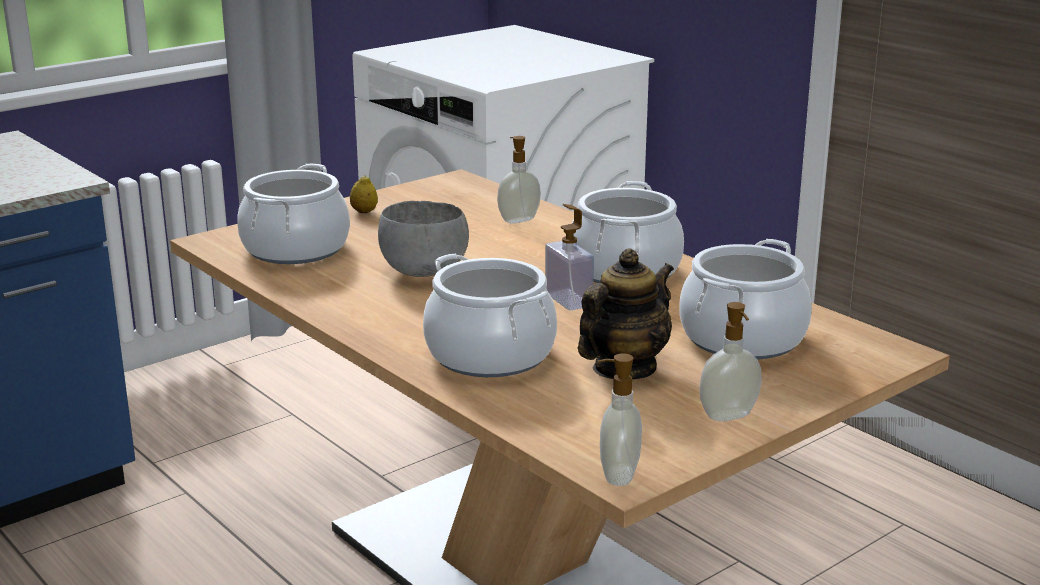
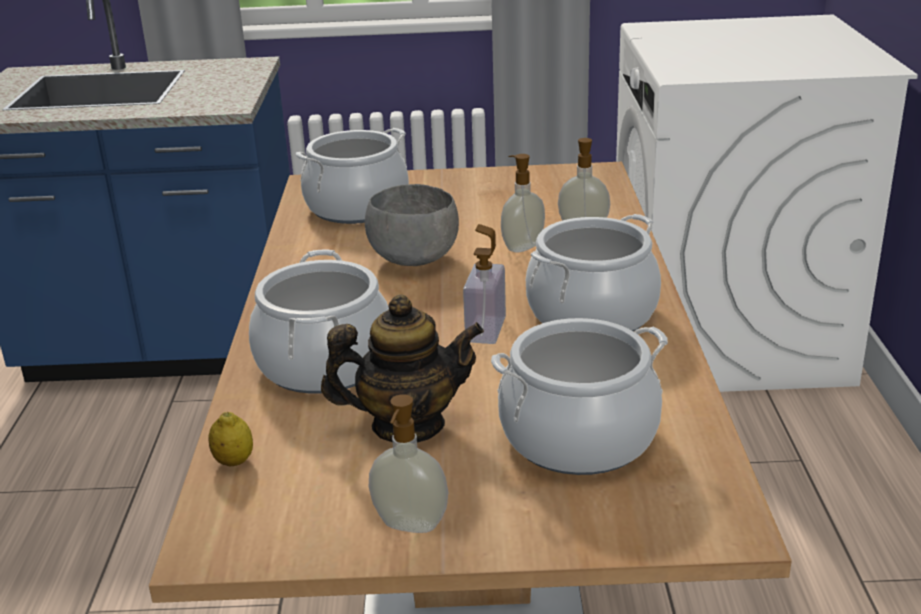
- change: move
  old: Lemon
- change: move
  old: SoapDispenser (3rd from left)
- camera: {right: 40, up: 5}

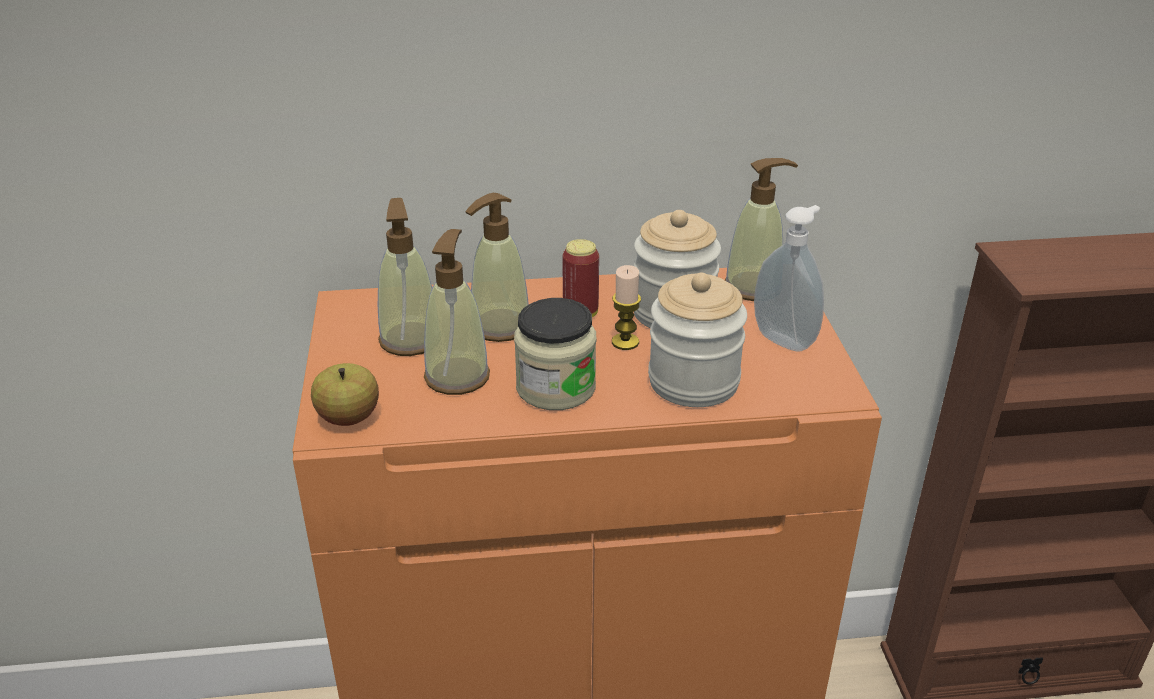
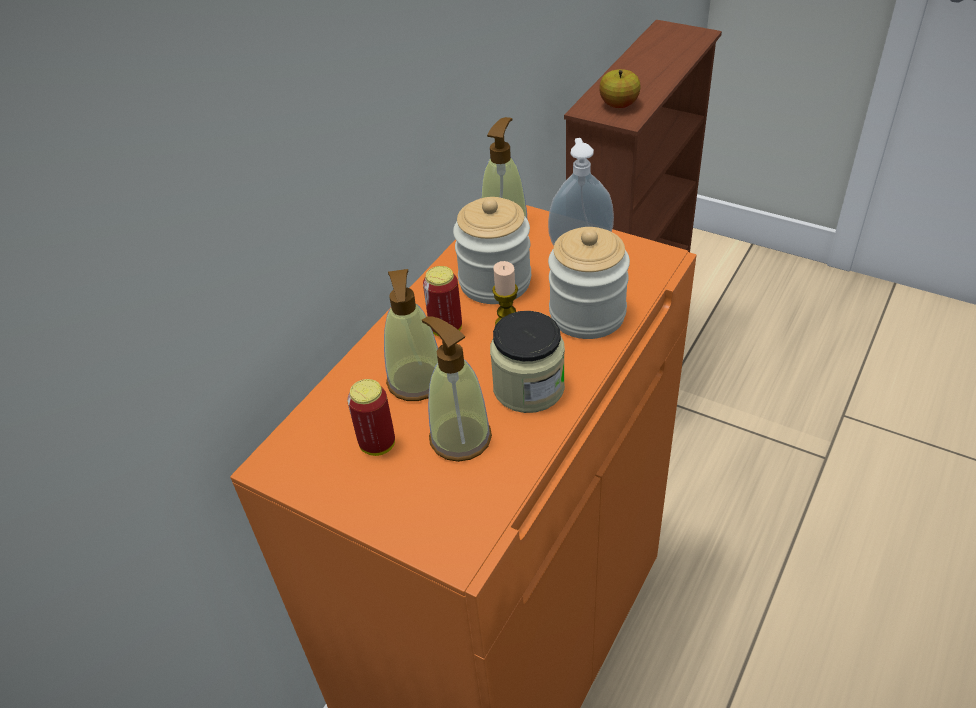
- change: replace
  old: SoapDispenser (1st from left)
  new: Can (1st from left)
- change: move
  old: Apple
- camera: {right: -50, up: 10}

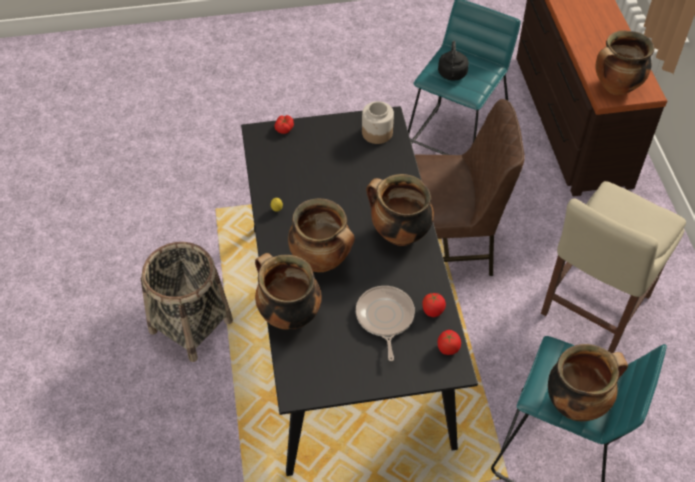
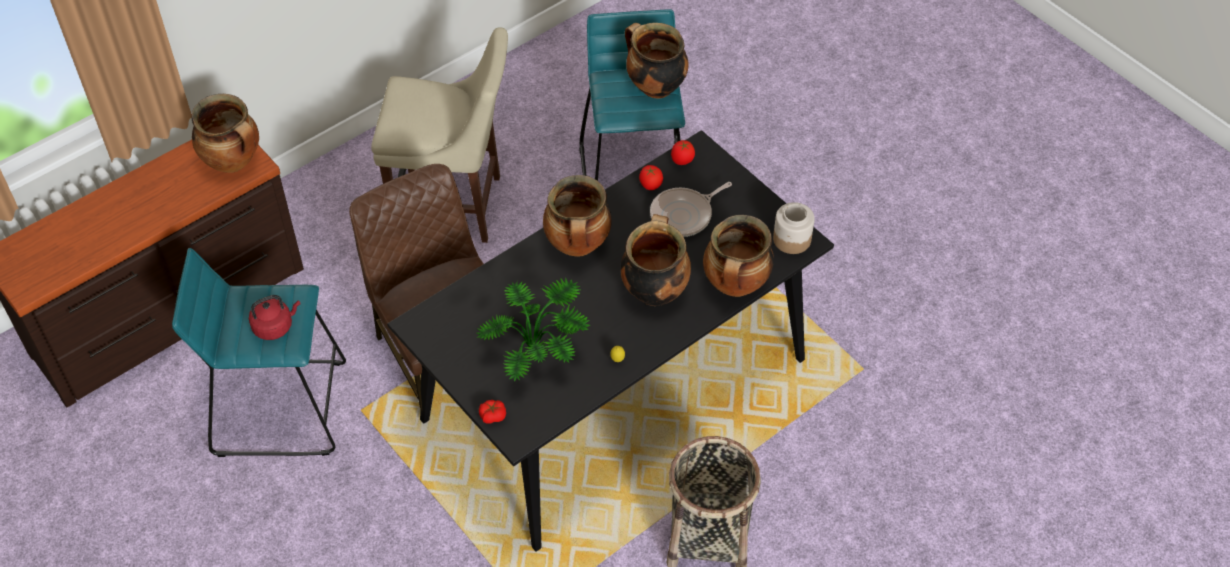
- change: recolor
  old: BlackKettle
  new: RedKettle
- change: move
  old: Jar
- change: insert
  new: PottedPlant
- camera: {right: -120, up: 0}

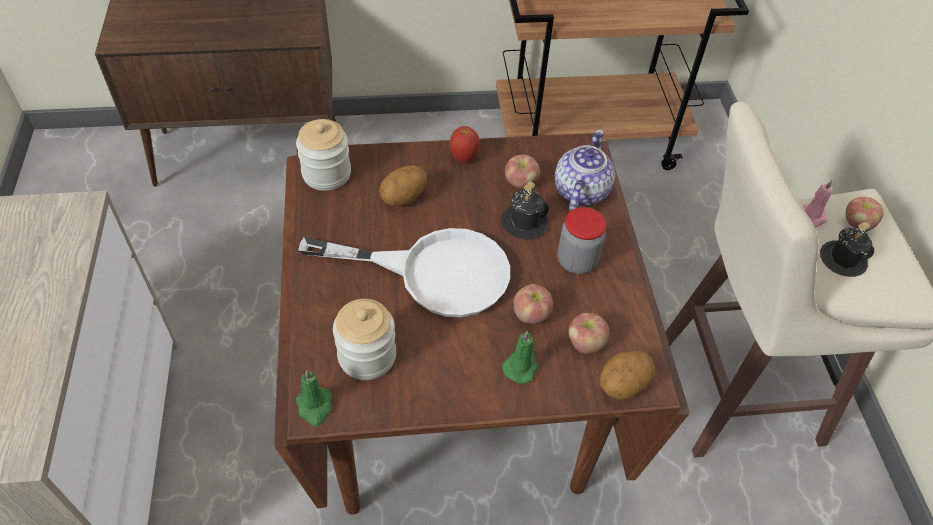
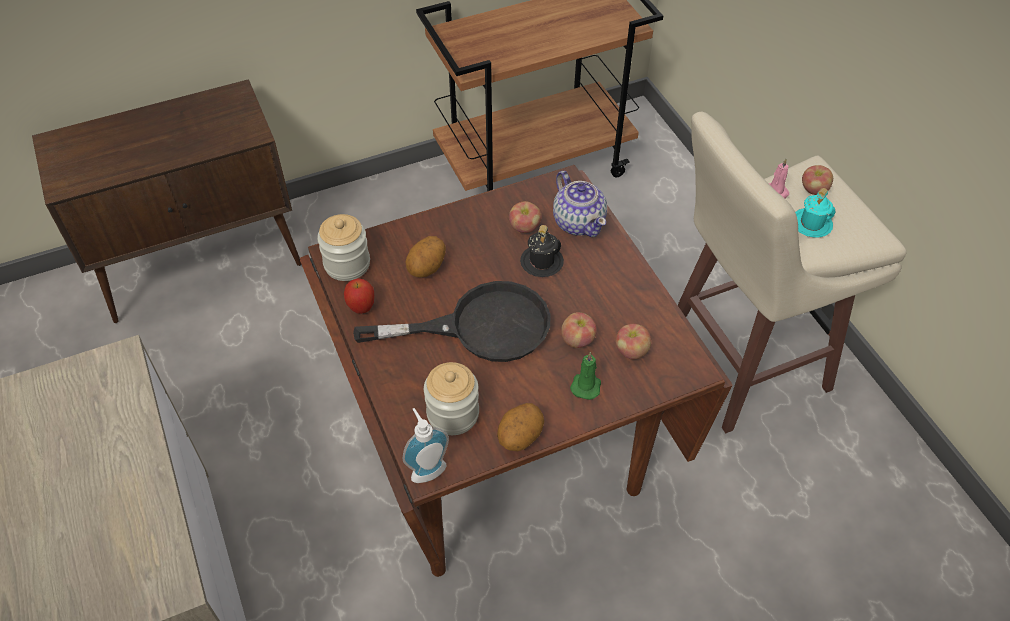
- change: move
  old: Apple (1st from left)
- change: rotate
  old: Teapot
  degrees: 150
- change: delete
  old: Jar (3rd from left)
- change: recolor
  old: BlackMug (2nd from left)
  new: TurquoiseMug
- change: recolor
  old: WhiteFryingPan
  new: BlackFryingPan
- change: move
  old: Potato (2nd from left)
- change: replace
  old: GreenCandle (1st from left)
  new: SoapDispenser
- camera: {right: -15, up: 0}

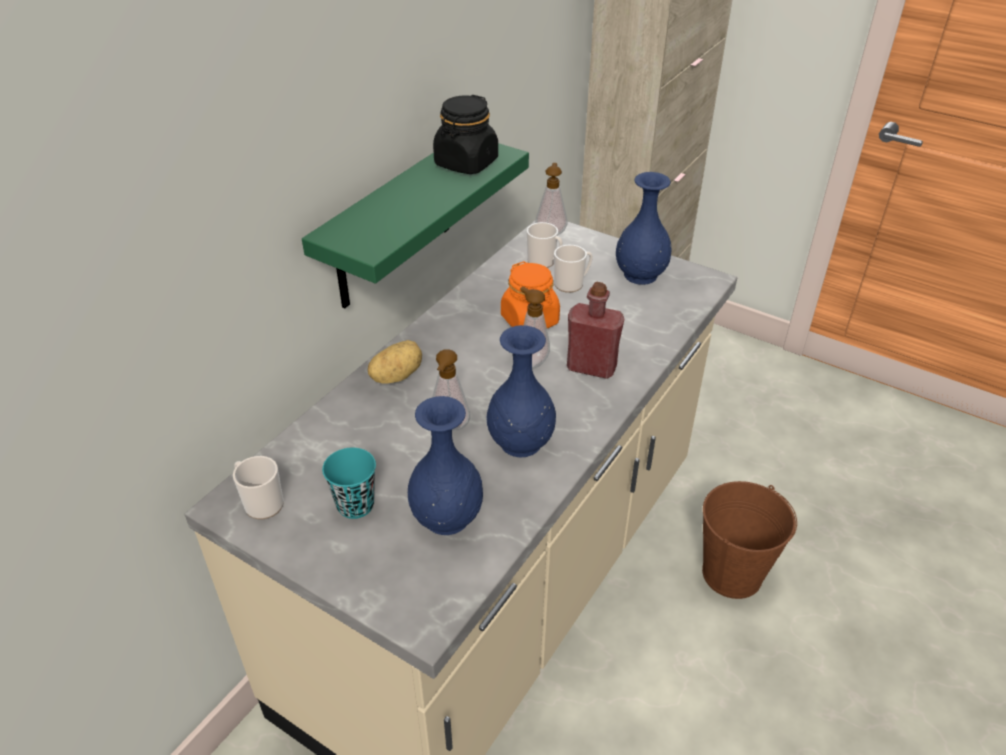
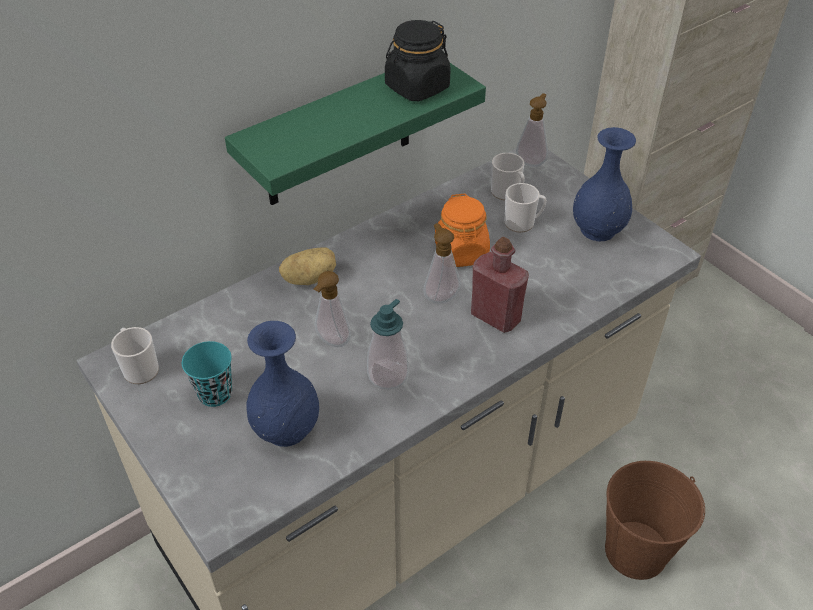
- change: replace
  old: BlueVase (2nd from left)
  new: SoapDispenser (2nd from left)
- camera: {right: 20, up: 5}

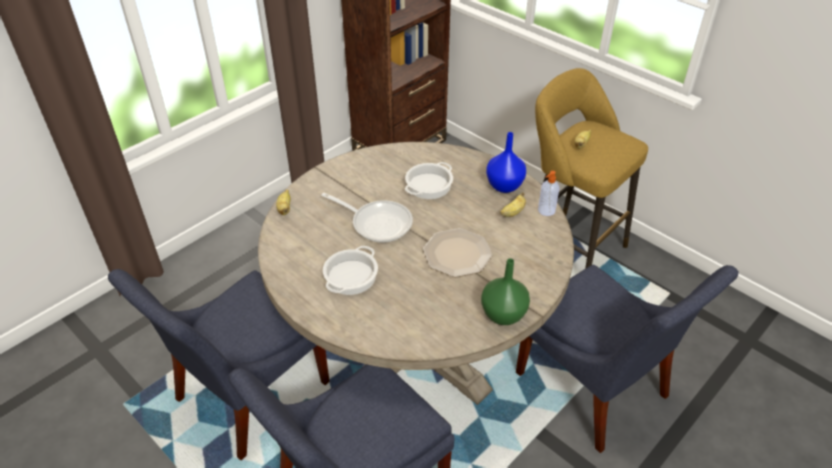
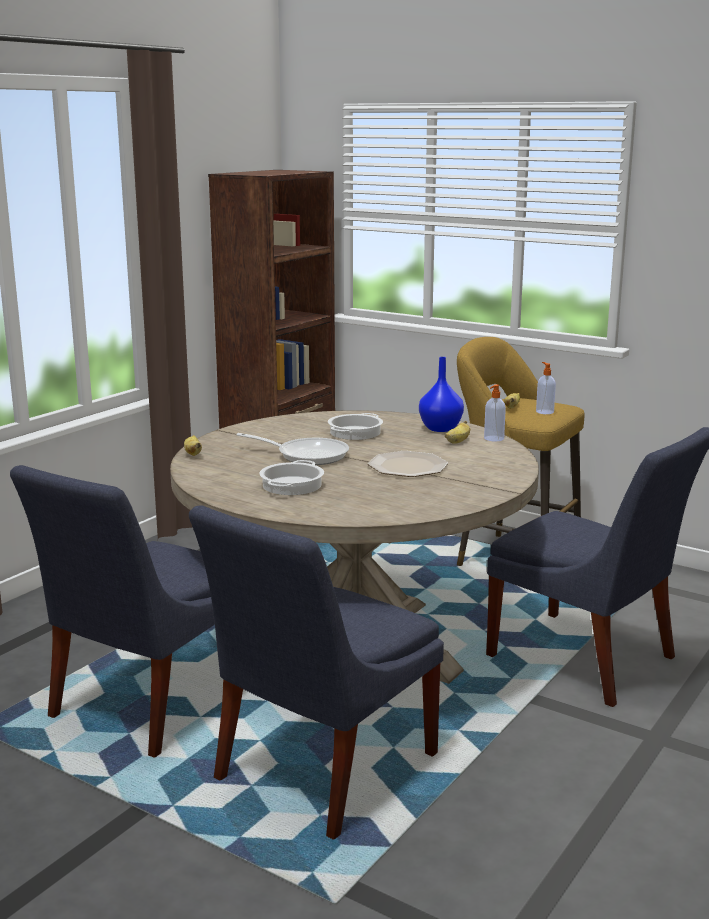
- change: delete
  old: GreenVase
- change: insert
  new: SoapDispenser (2nd from left)
- camera: {right: -10, up: -25}

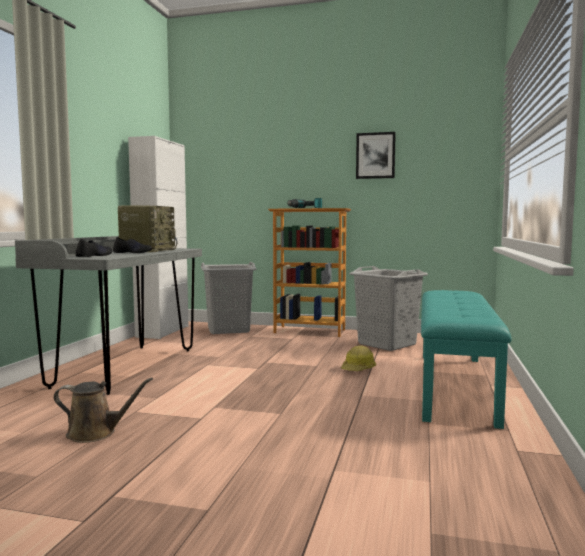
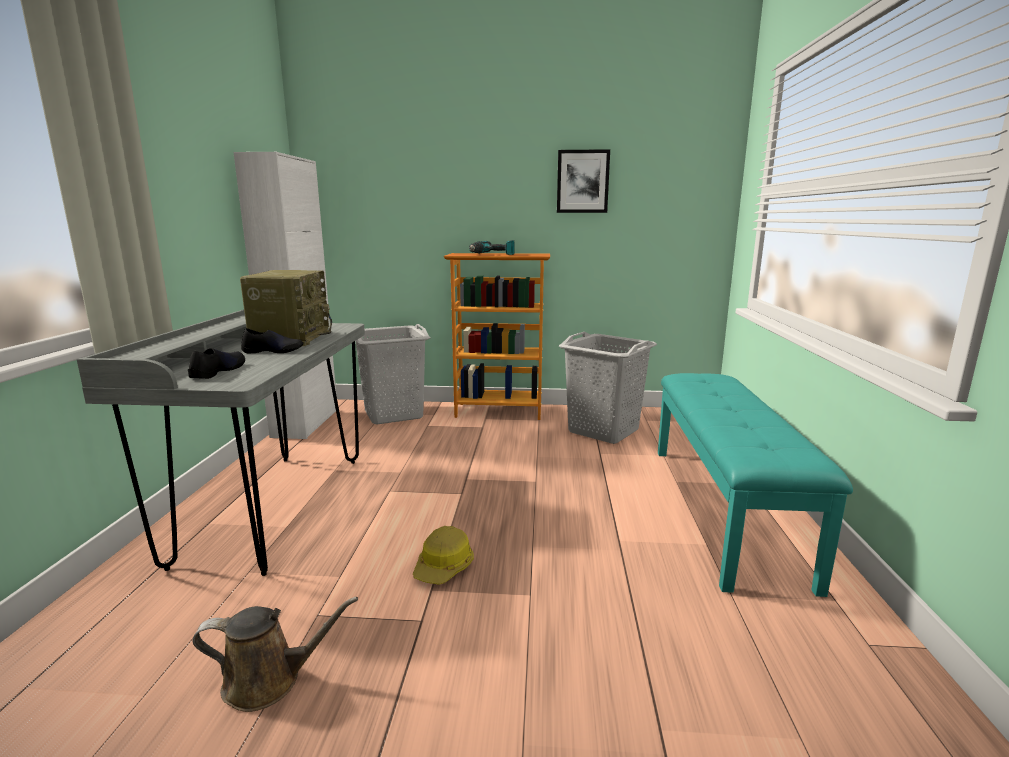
- change: move
  old: HardHat
- camera: {right: -10, up: 10}

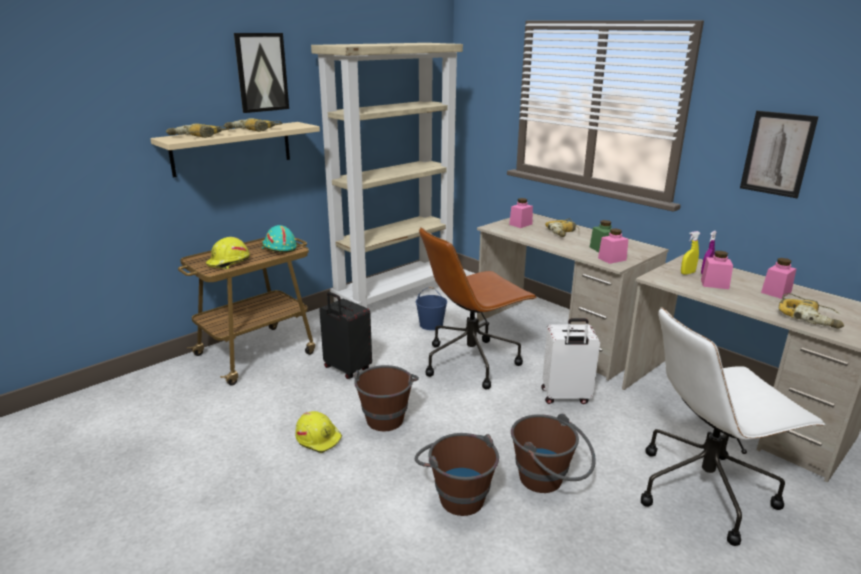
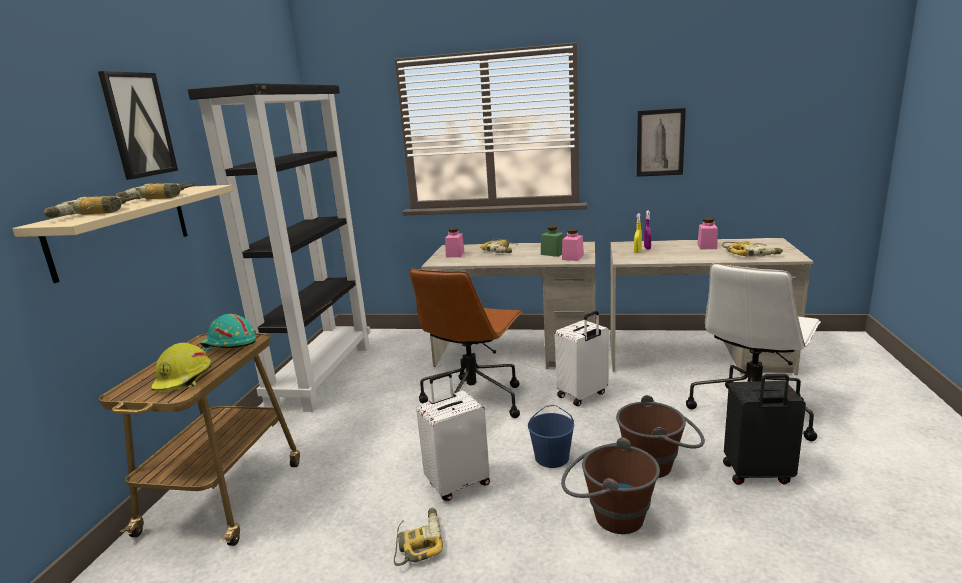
- change: recolor
  old: BeigeBookcase
  new: BlackBookcase
- change: delete
  old: PinkJar (3rd from left)
- change: move
  old: BlueBucket
- change: move
  old: BlackSuitcase
- change: replace
  old: BrownBucket (1st from left)
  new: WhiteSuitcase (1st from left)
- change: replace
  old: YellowHardHat (2nd from left)
  new: PowerDrill (3rd from left)
- camera: {right: -35, up: -5}

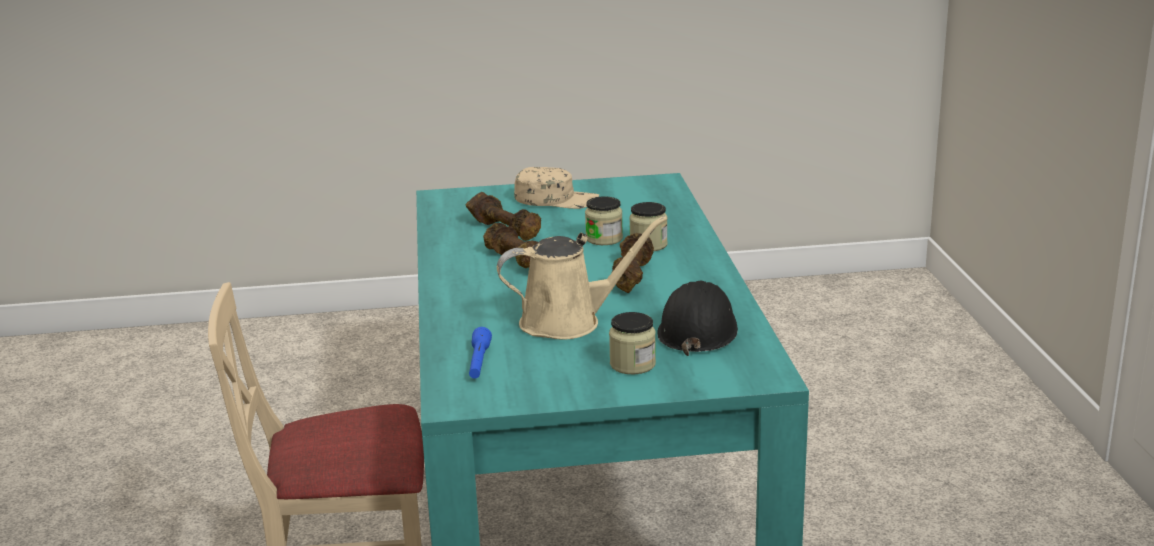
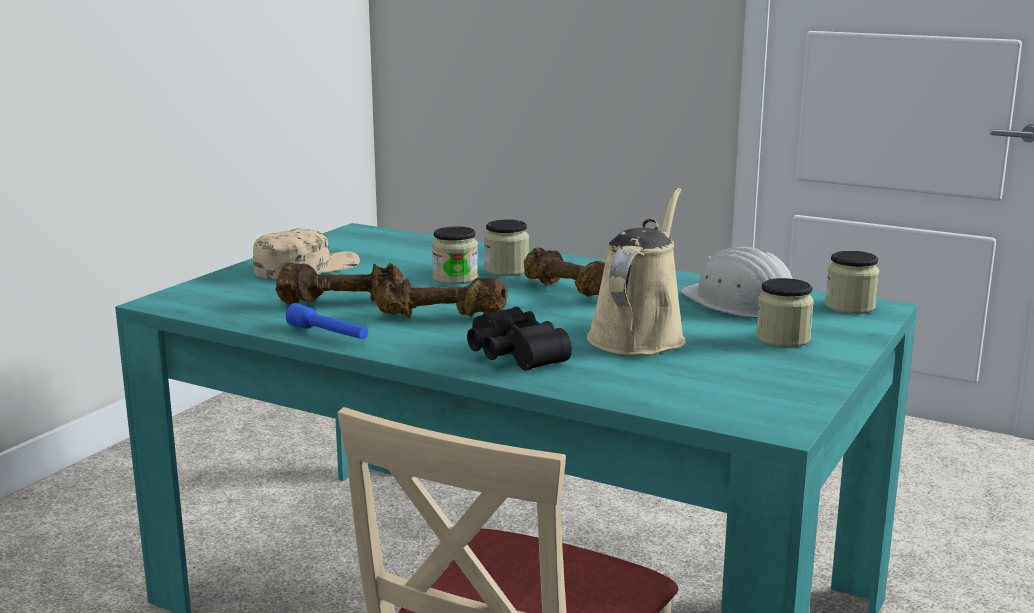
- change: recolor
  old: BlackHardHat
  new: WhiteHardHat
- change: move
  old: BlueFlashlight
- change: insert
  new: Jar (4th from left)
- change: insert
  new: BlackBinoculars
- camera: {right: -55, up: -5}

